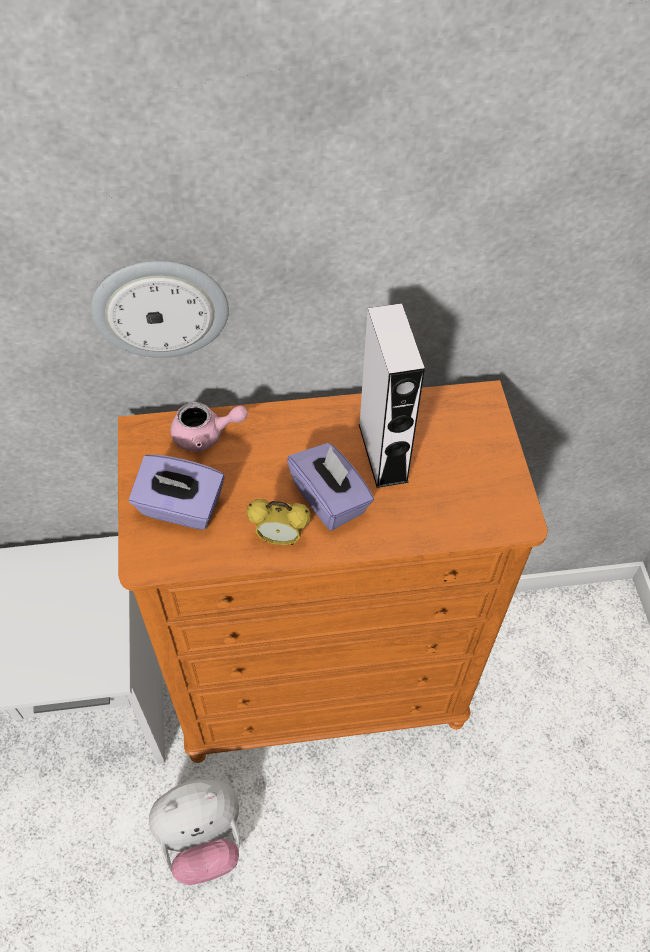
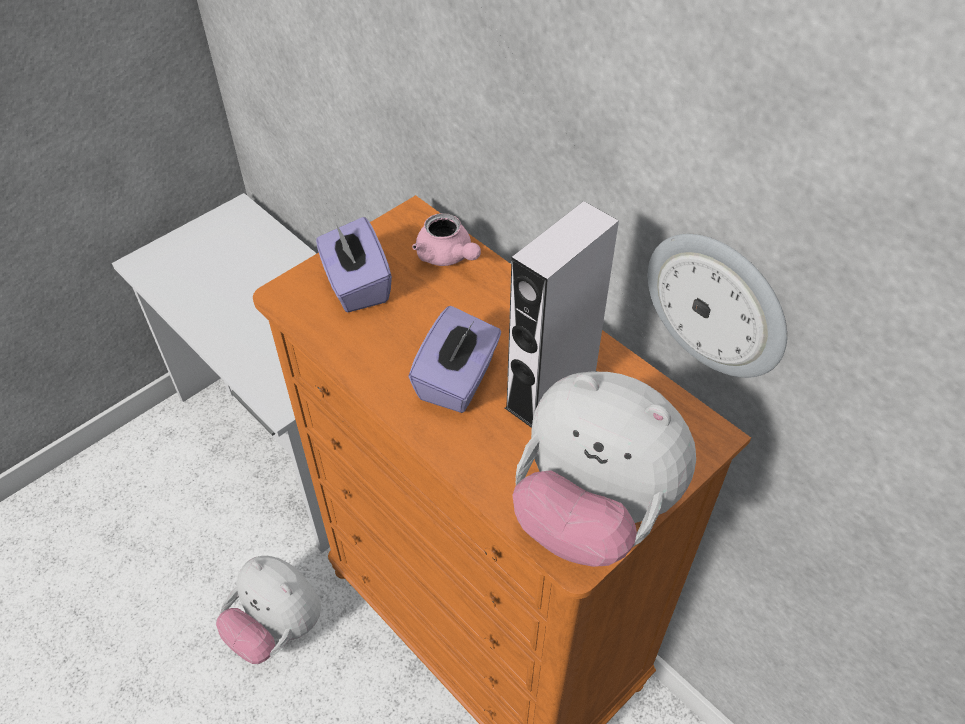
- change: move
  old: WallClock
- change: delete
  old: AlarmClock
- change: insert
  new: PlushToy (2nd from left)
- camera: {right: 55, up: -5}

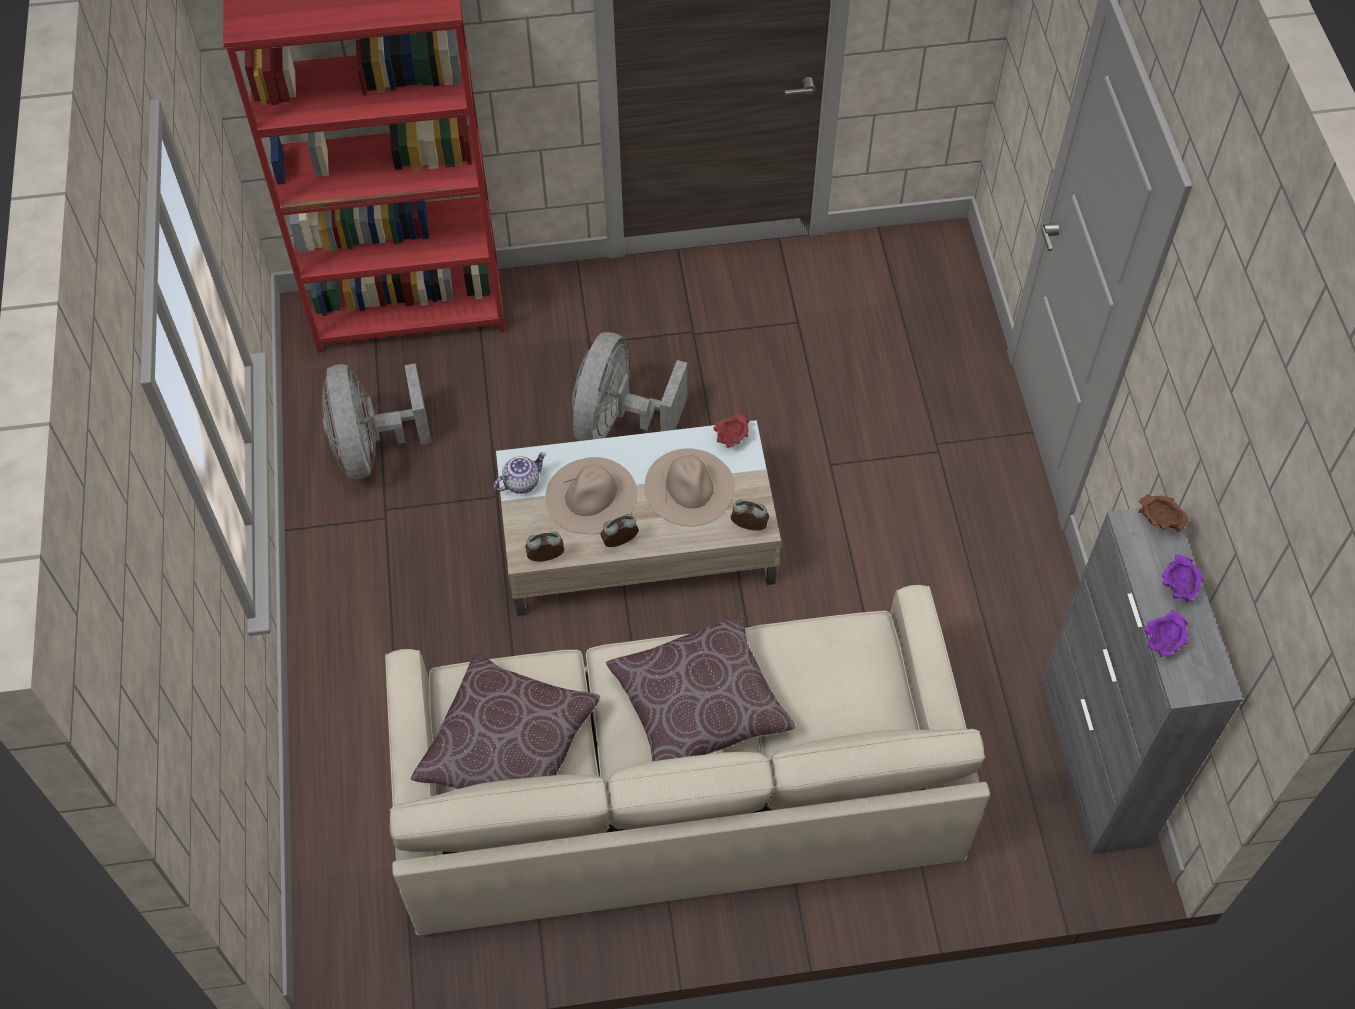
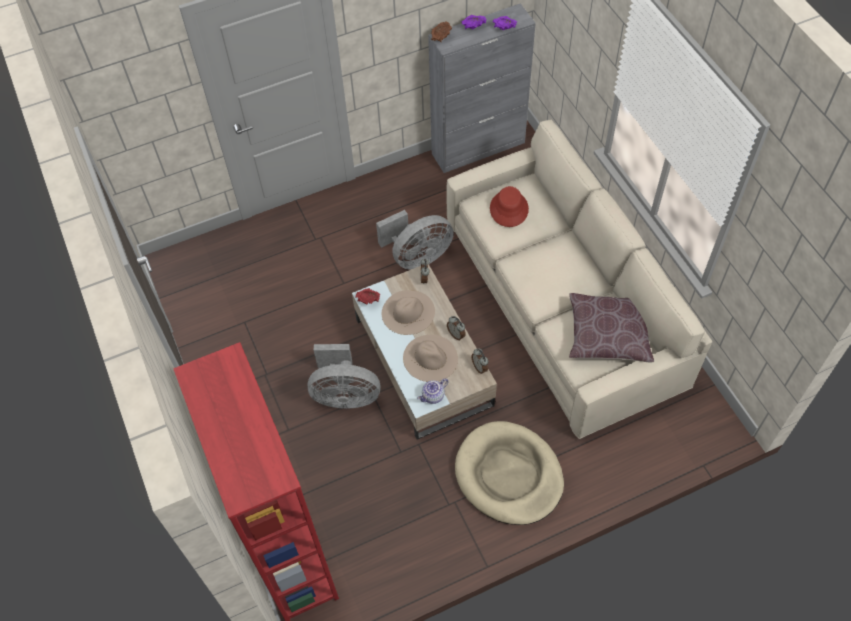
- change: move
  old: GreyFan (1st from left in the first image)
  new: GreyFan (2nd from left)
- change: rotate
  old: Teapot
  degrees: -75
- change: delete
  old: BrownPillow (2nd from left)
- change: insert
  new: RedHat
- change: insert
  new: BeigeDogBed
- camera: {right: -105, up: 0}

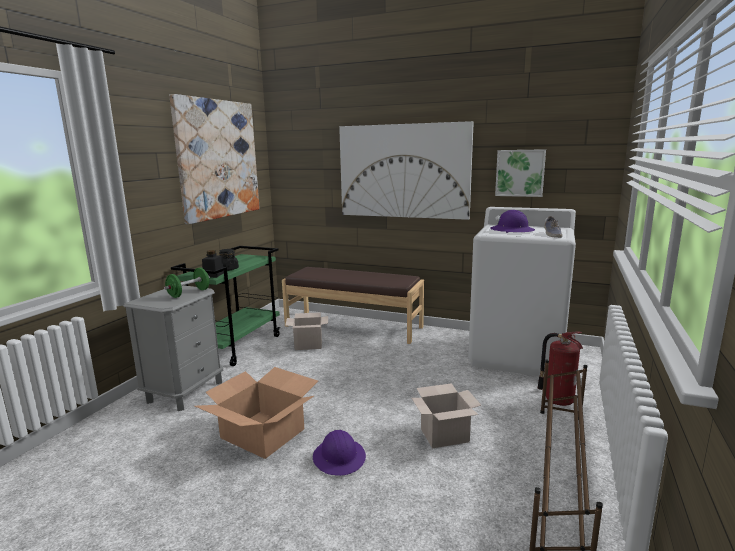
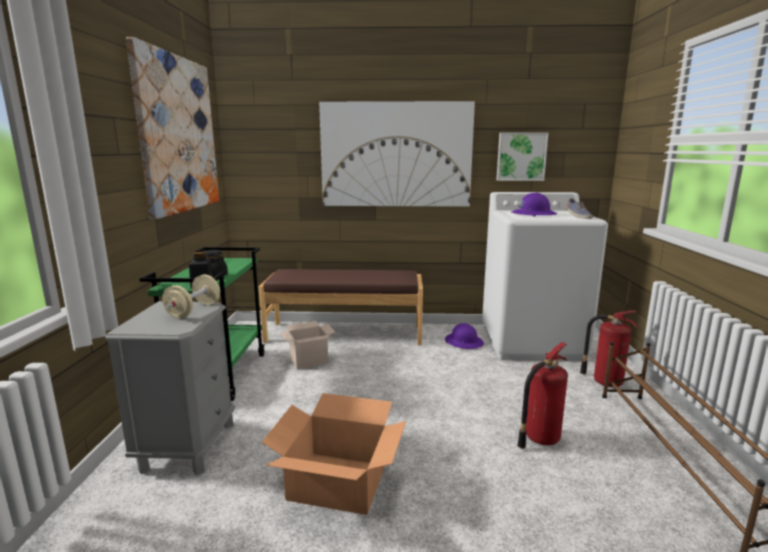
- change: recolor
  old: GreenDumbbell
  new: BeigeDumbbell
- change: replace
  old: CardboardBox (3rd from left)
  new: FireExtinguisher (1st from left)
- change: move
  old: PurpleHardHat (1st from left)
- camera: {right: -20, up: 0}

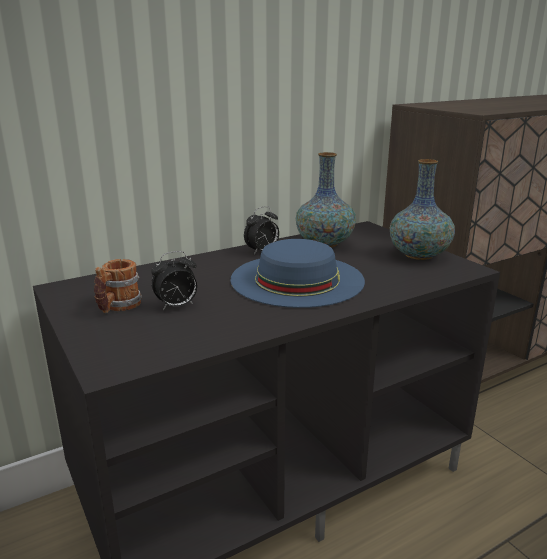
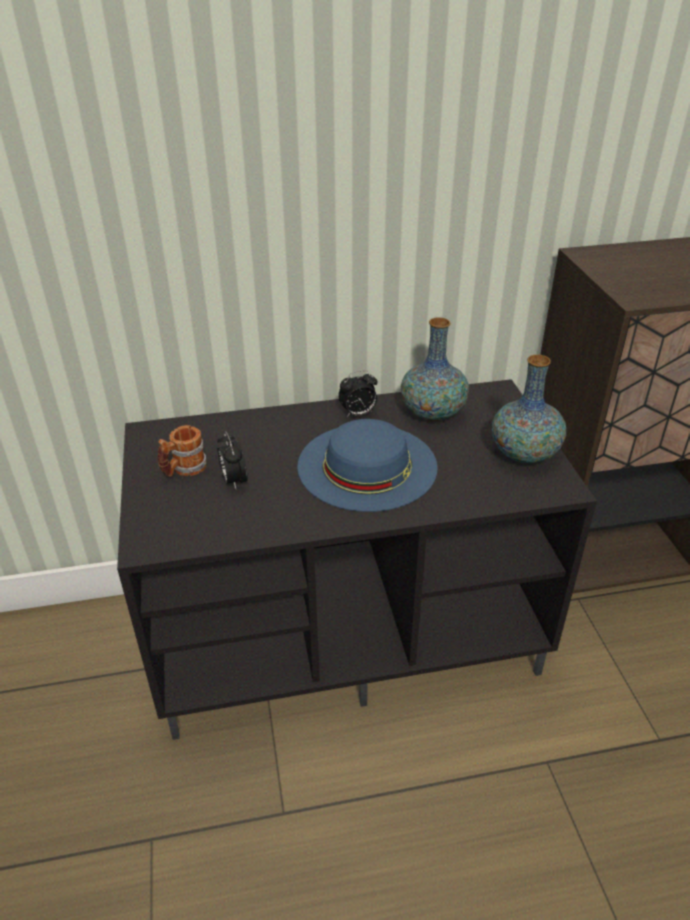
- change: rotate
  old: AlarmClock (1st from left)
  degrees: 75
- camera: {right: 20, up: 15}

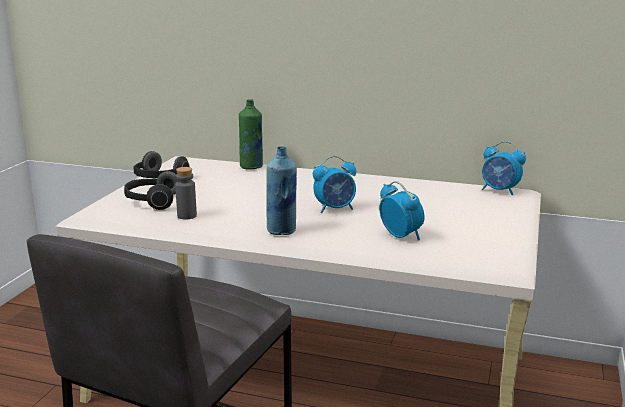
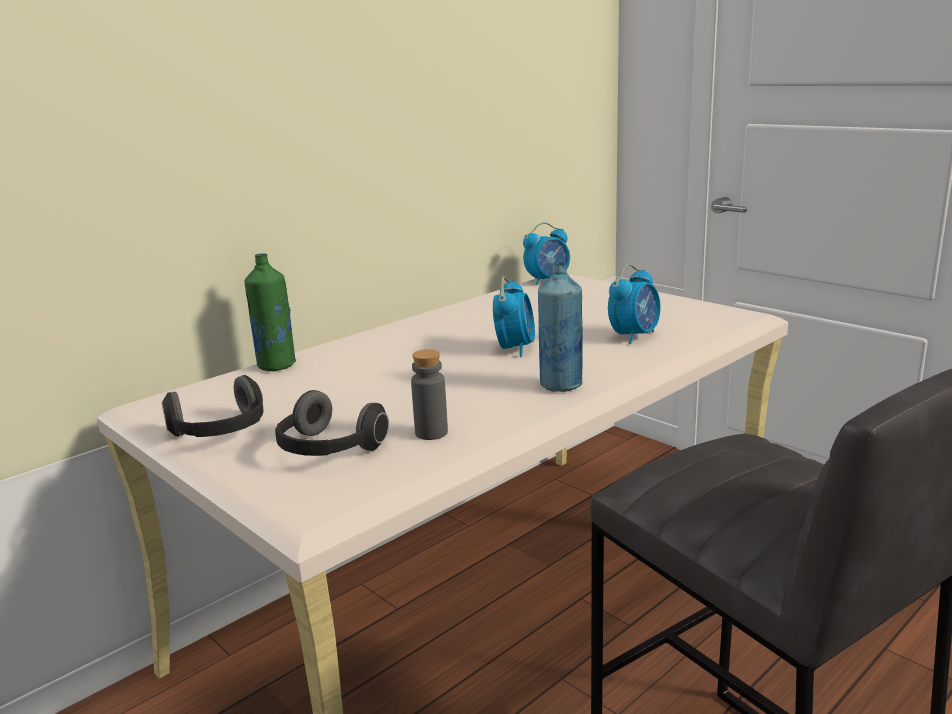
- change: rotate
  old: AlarmClock (2nd from left in the first image)
  degrees: 135
- camera: {right: -60, up: 0}

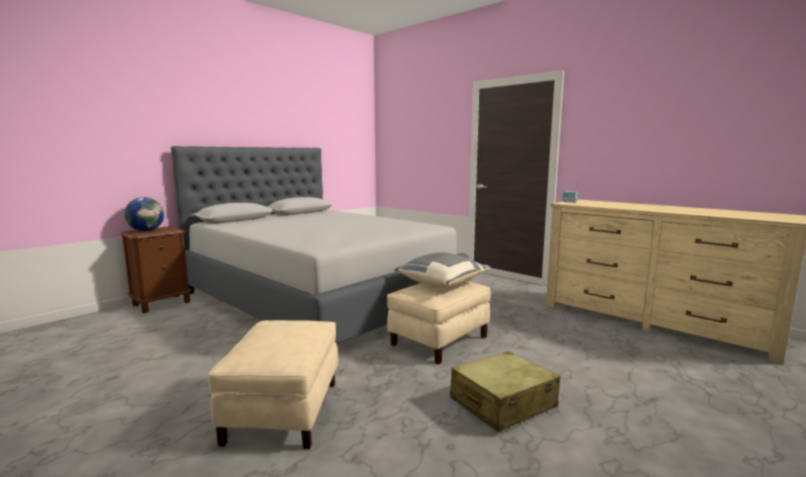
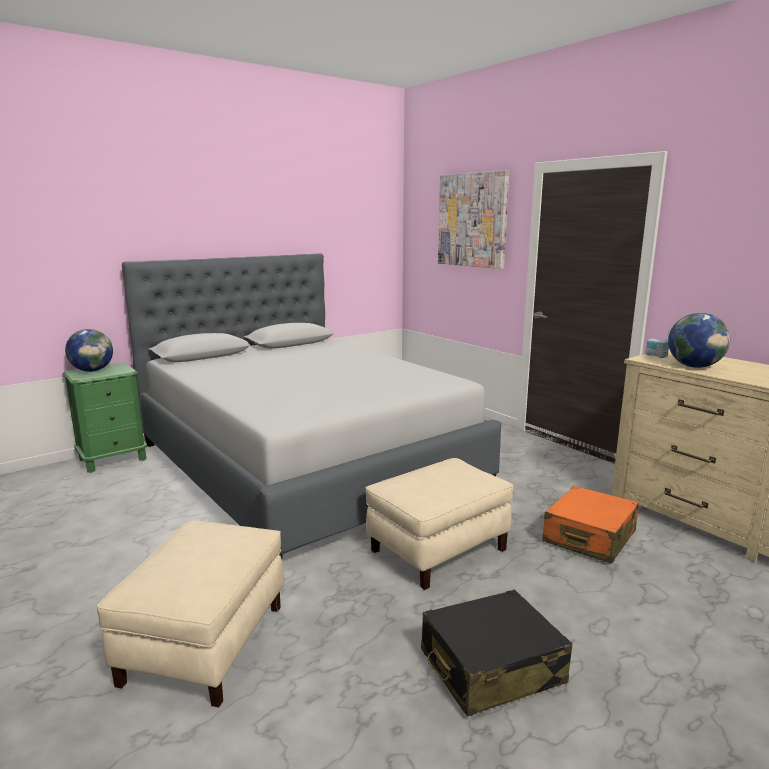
- change: recolor
  old: BrownNightstand
  new: GreenNightstand
- change: delete
  old: GreyPillow
- change: recolor
  old: BeigeSuitcase
  new: BlackSuitcase
- change: insert
  new: Picture
- change: insert
  new: Globe (2nd from left)
- change: insert
  new: OrangeSuitcase
- camera: {right: 10, up: 5}

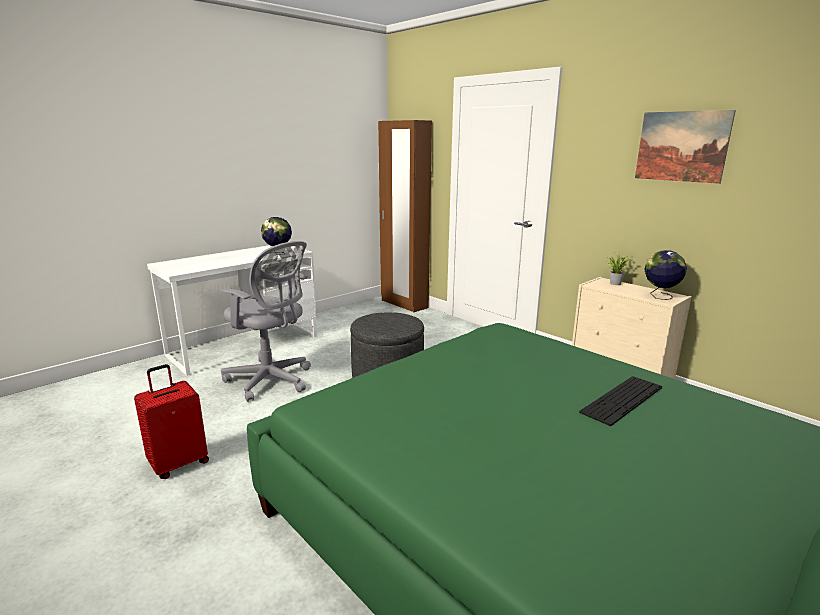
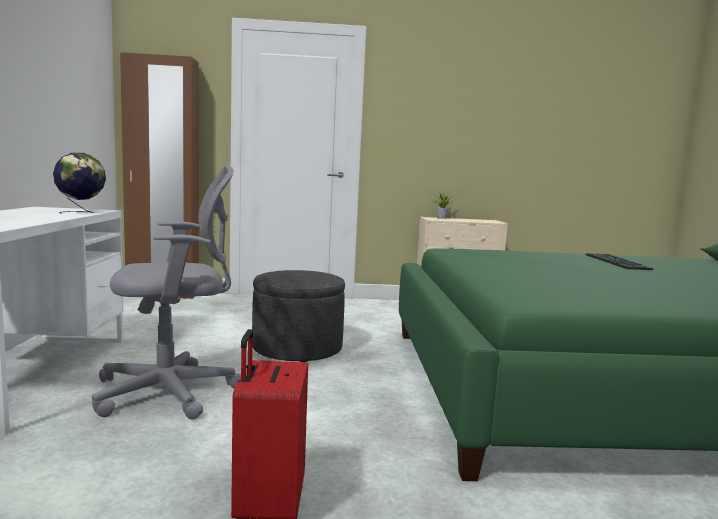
- change: delete
  old: Picture
- change: delete
  old: Globe (2nd from left)
- camera: {right: -50, up: -10}

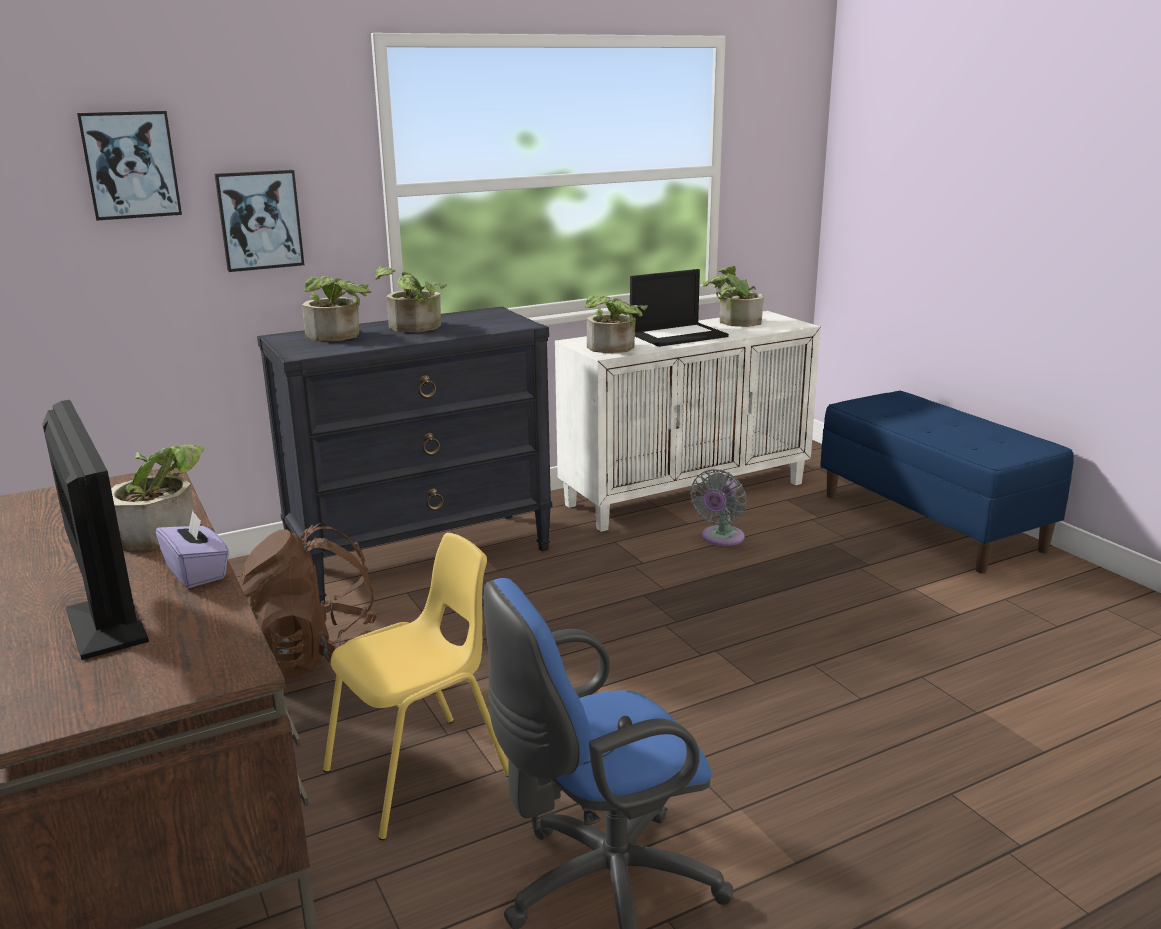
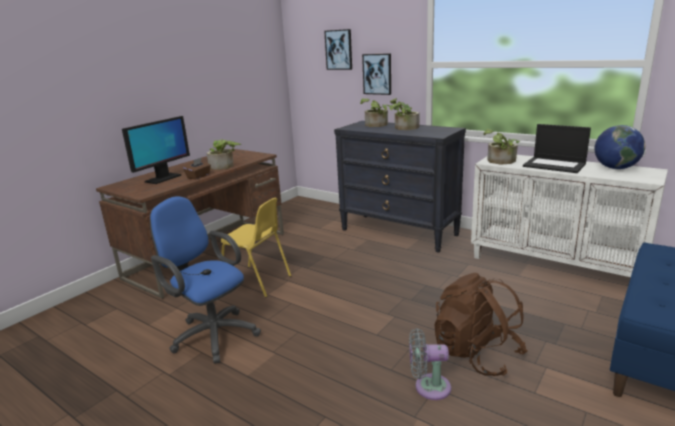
- change: replace
  old: PottedPlant (5th from left)
  new: Globe
- change: move
  old: GreyFan
- change: recolor
  old: PurpleTissueBox
  new: BrownTissueBox
- change: move
  old: BrownBackpack
- camera: {right: 65, up: 0}

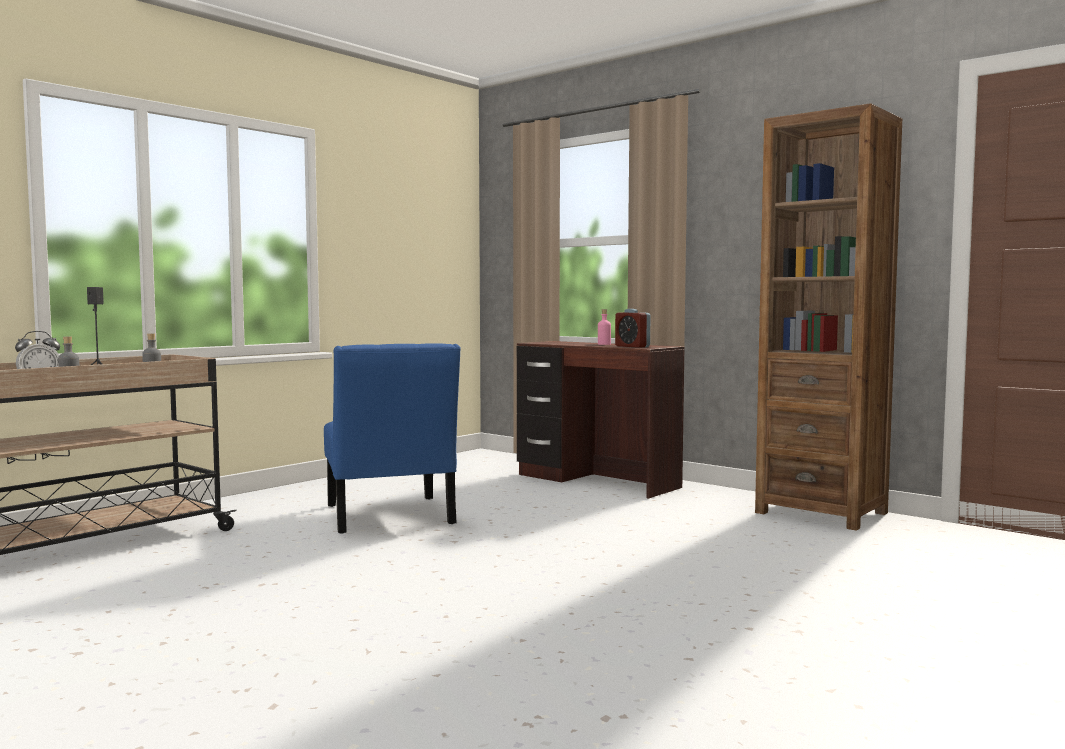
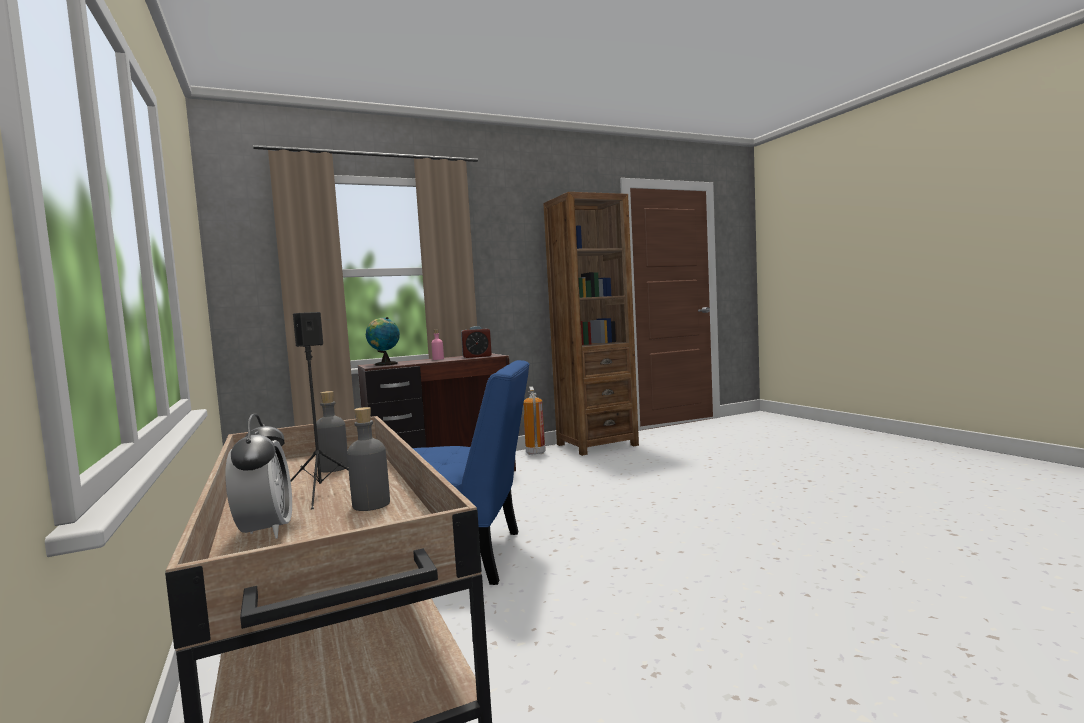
- change: insert
  new: Globe
- change: insert
  new: FireExtinguisher
- camera: {right: -65, up: 0}

